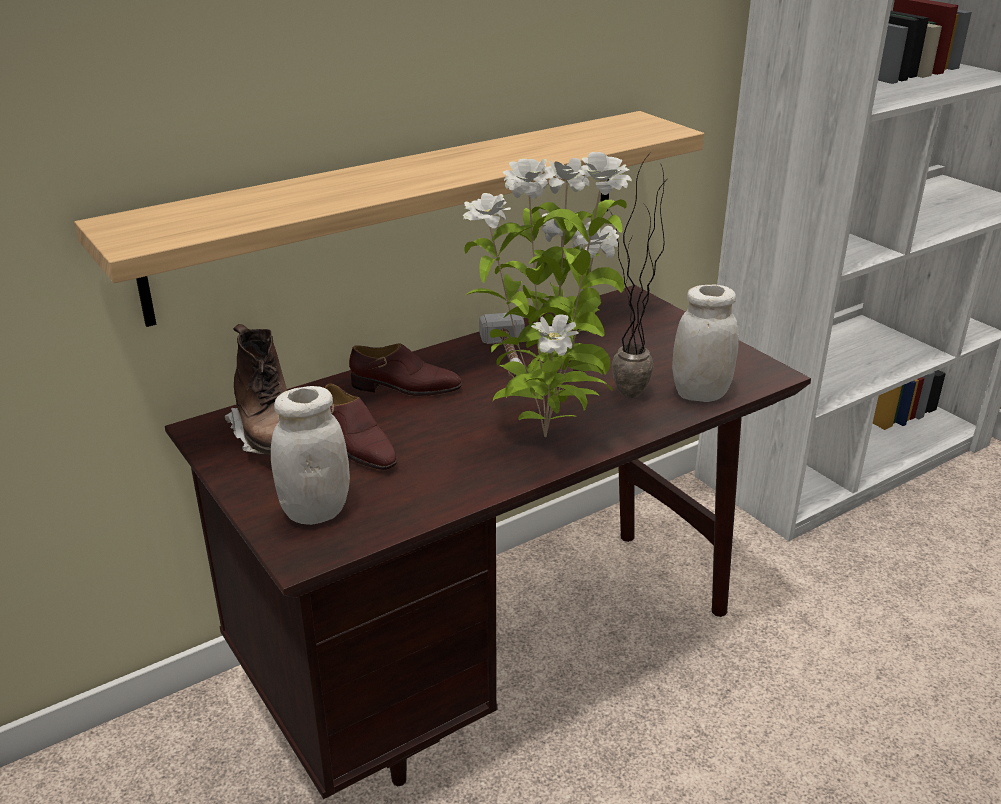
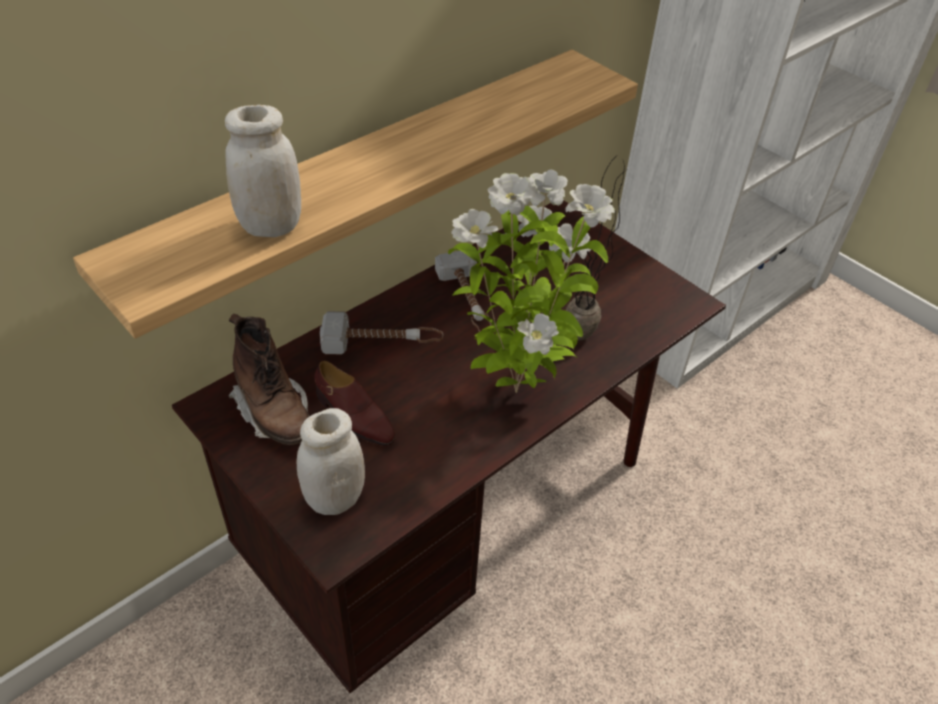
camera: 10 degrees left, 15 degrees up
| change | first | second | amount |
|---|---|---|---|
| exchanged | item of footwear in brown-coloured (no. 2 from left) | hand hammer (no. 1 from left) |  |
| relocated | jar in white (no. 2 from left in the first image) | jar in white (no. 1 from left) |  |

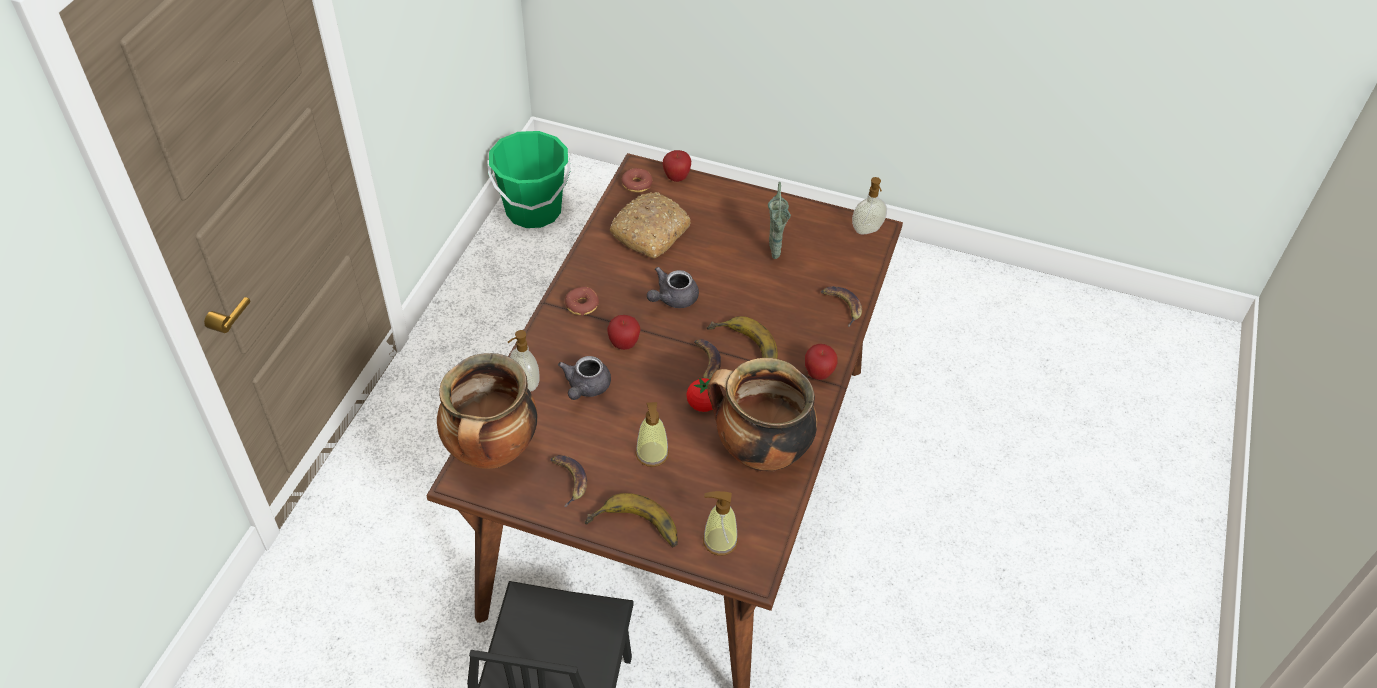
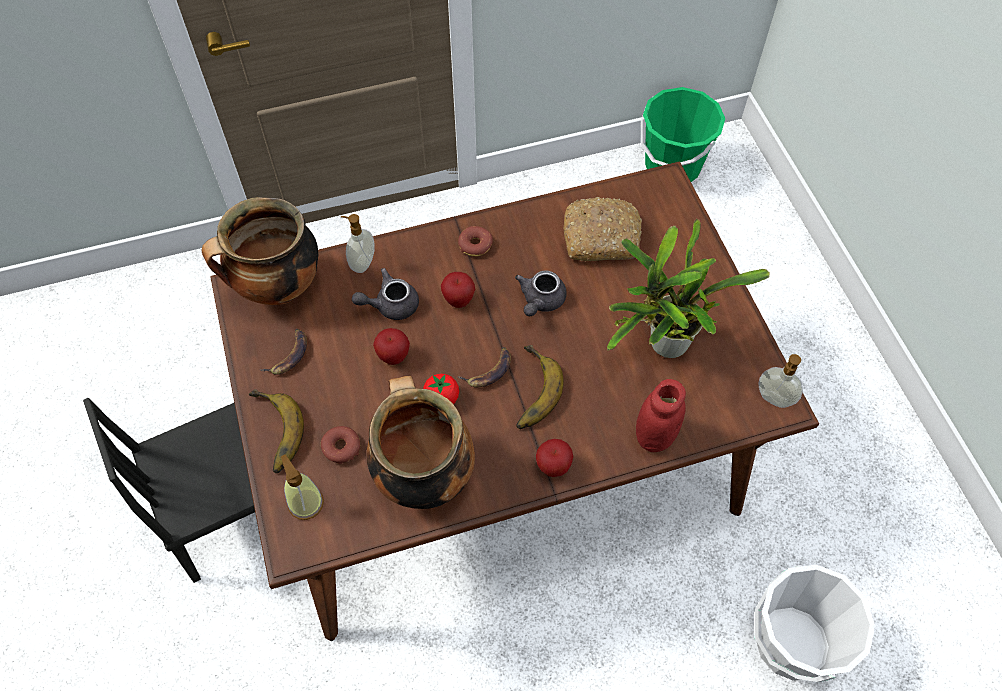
camera: 55 degrees right, 10 degrees up
| change | first | second | amount |
|---|---|---|---|
| relocated | donut (no. 2 from left in the first image) | donut (no. 1 from left) |  |
| missing | soap bottle (no. 2 from left) |  |  |
| spun | tea pot in gray (no. 2 from left) |  | 75 degrees counterclockwise |
| relocated | apple (no. 2 from left in the first image) | apple (no. 1 from left) |  |
| exchanged | flower vase in green | plant in a pot |  |
| exchanged | banana (no. 5 from left) | jar in red |  |
| appeared |  | pail in white |  |

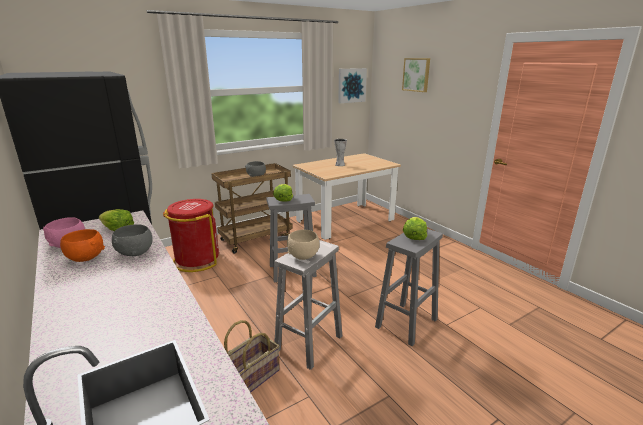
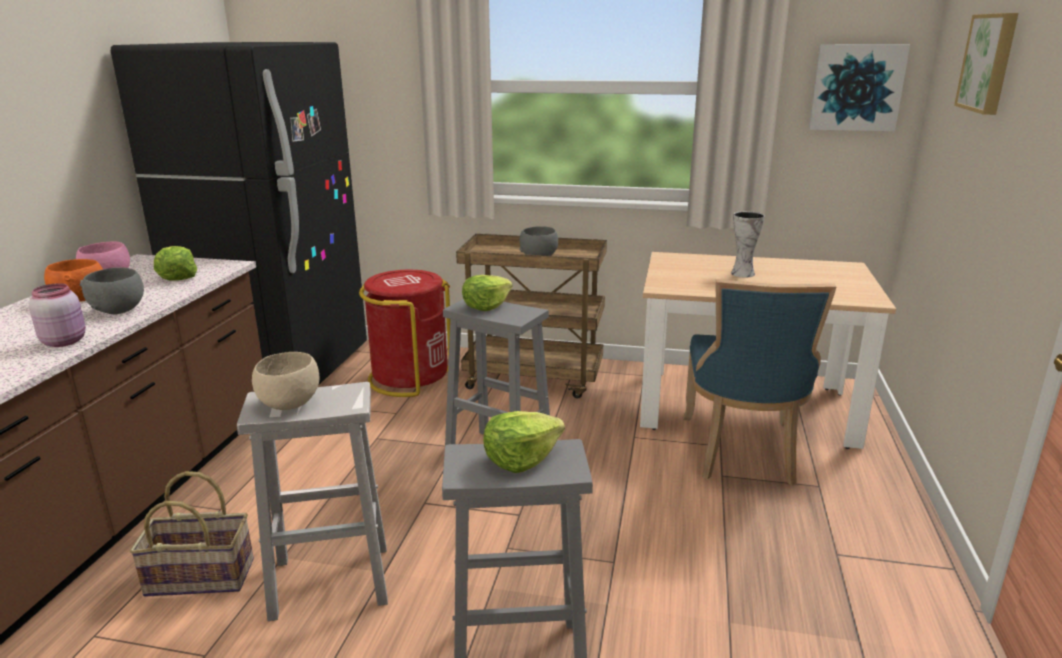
camera: 45 degrees right, 0 degrees up
| change | first | second | amount |
|---|---|---|---|
| appeared |  | jar in pinkish |  |
| appeared |  | plain chair in blue |  |

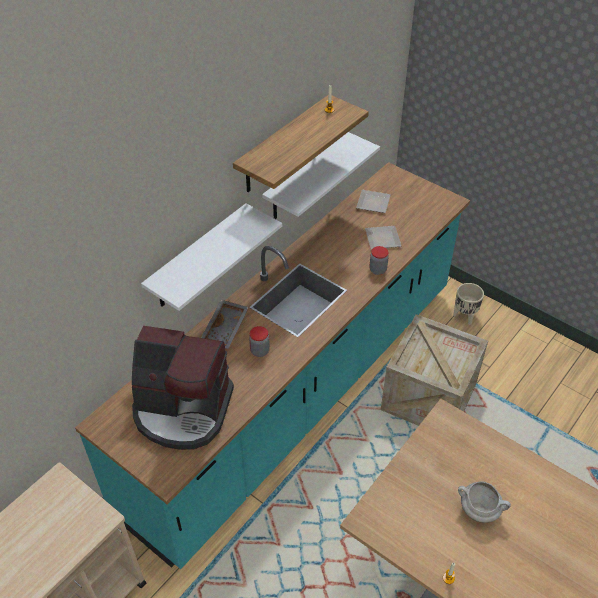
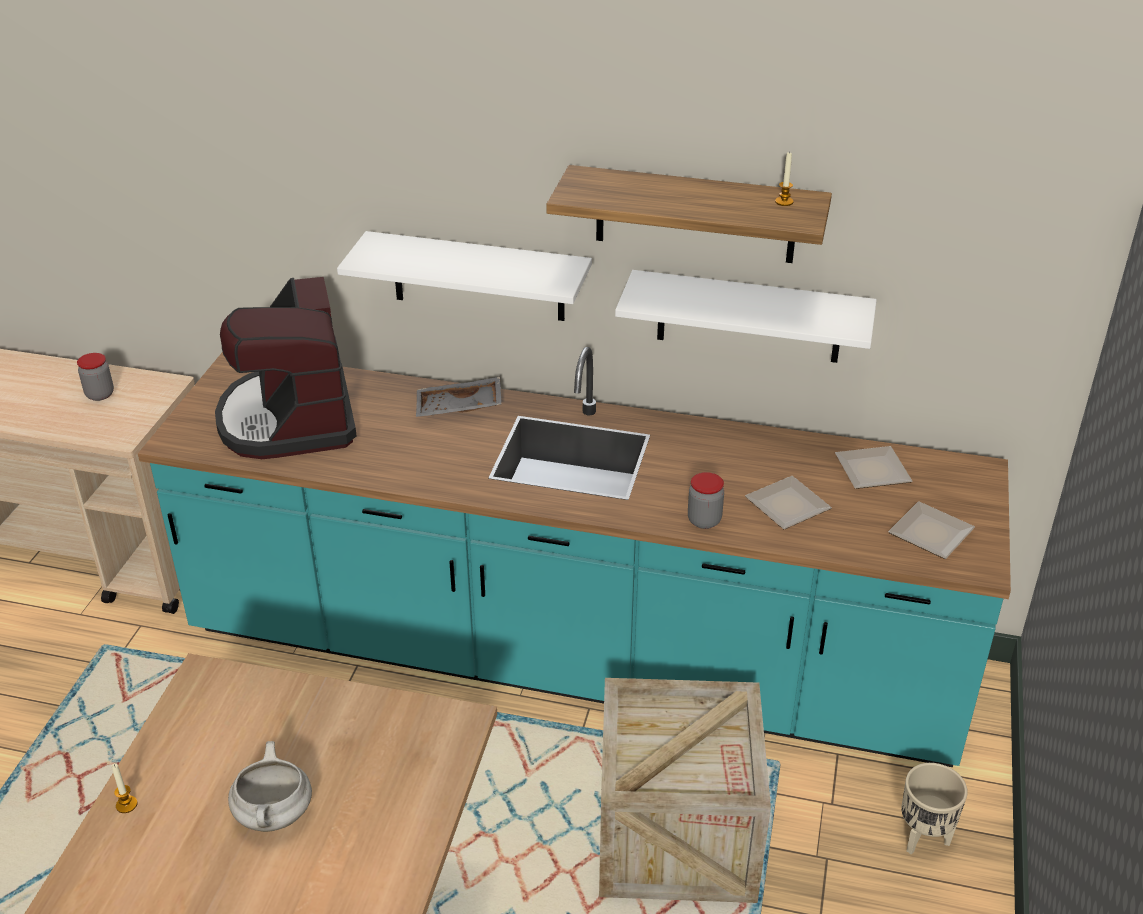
camera: 65 degrees right, 10 degrees down
| change | first | second | amount |
|---|---|---|---|
| relocated | jar (no. 1 from left) |  |  |
| appeared |  | flat dish (no. 3 from left) |  |

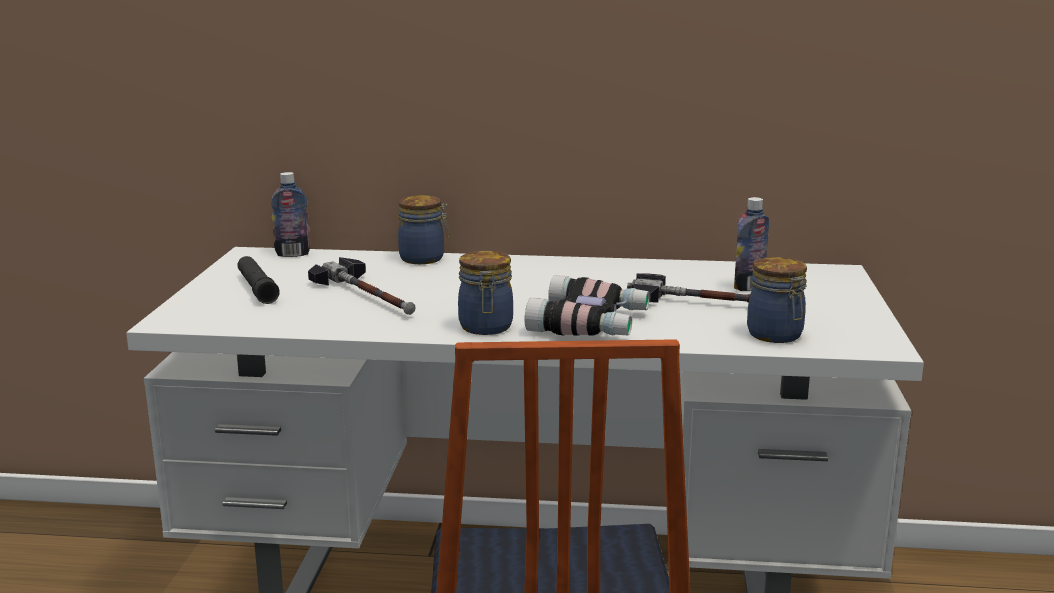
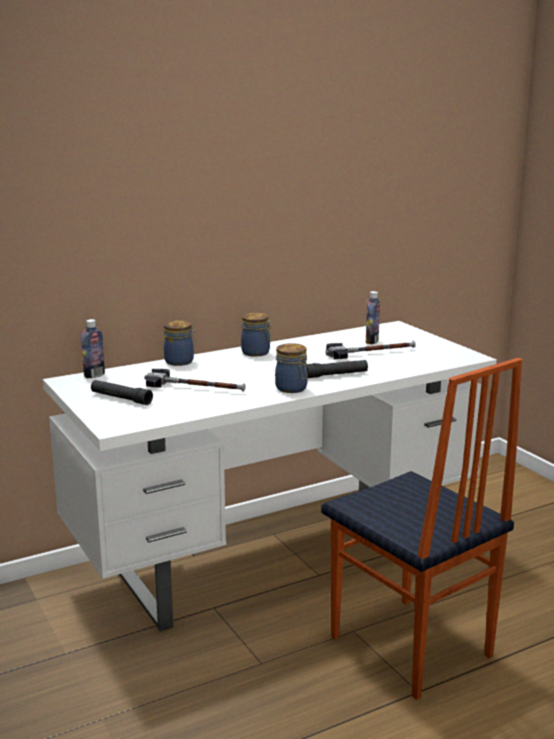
camera: 35 degrees left, 0 degrees up
| change | first | second | amount |
|---|---|---|---|
| exchanged | pair of binoculars | hand torch in black-coloured (no. 2 from left) |  |
| relocated | jar (no. 3 from left in the first image) | jar (no. 2 from left) |  |

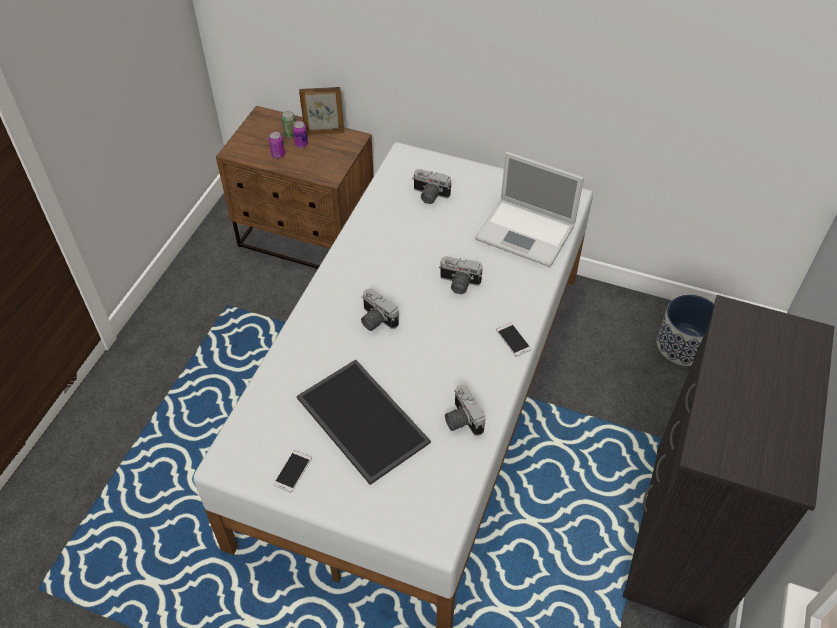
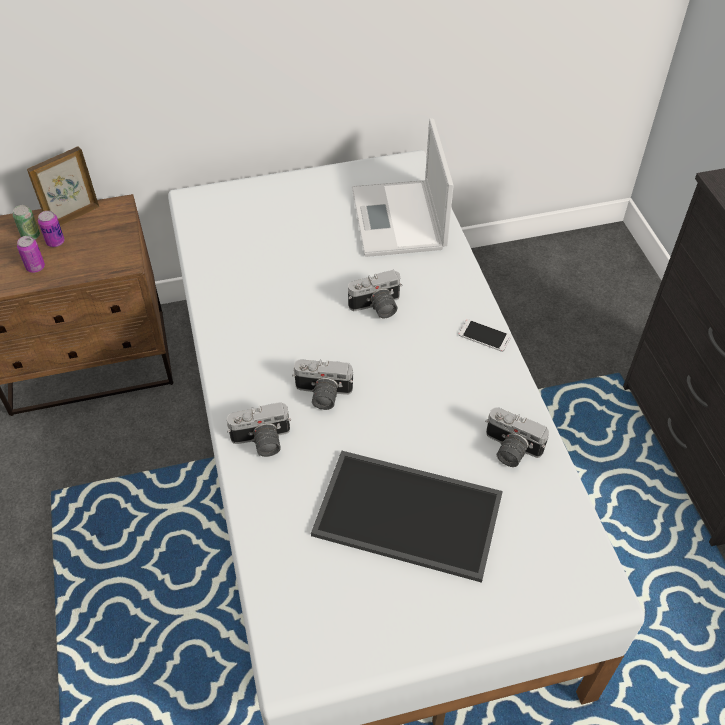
camera: 35 degrees left, 0 degrees up
| change | first | second | amount |
|---|---|---|---|
| missing | handset (no. 1 from left) |  |  |
| relocated | photo camera (no. 2 from left in the first image) | photo camera (no. 1 from left) |  |
| spun | laptop |  | 90 degrees clockwise |
| missing | planter |  |  |

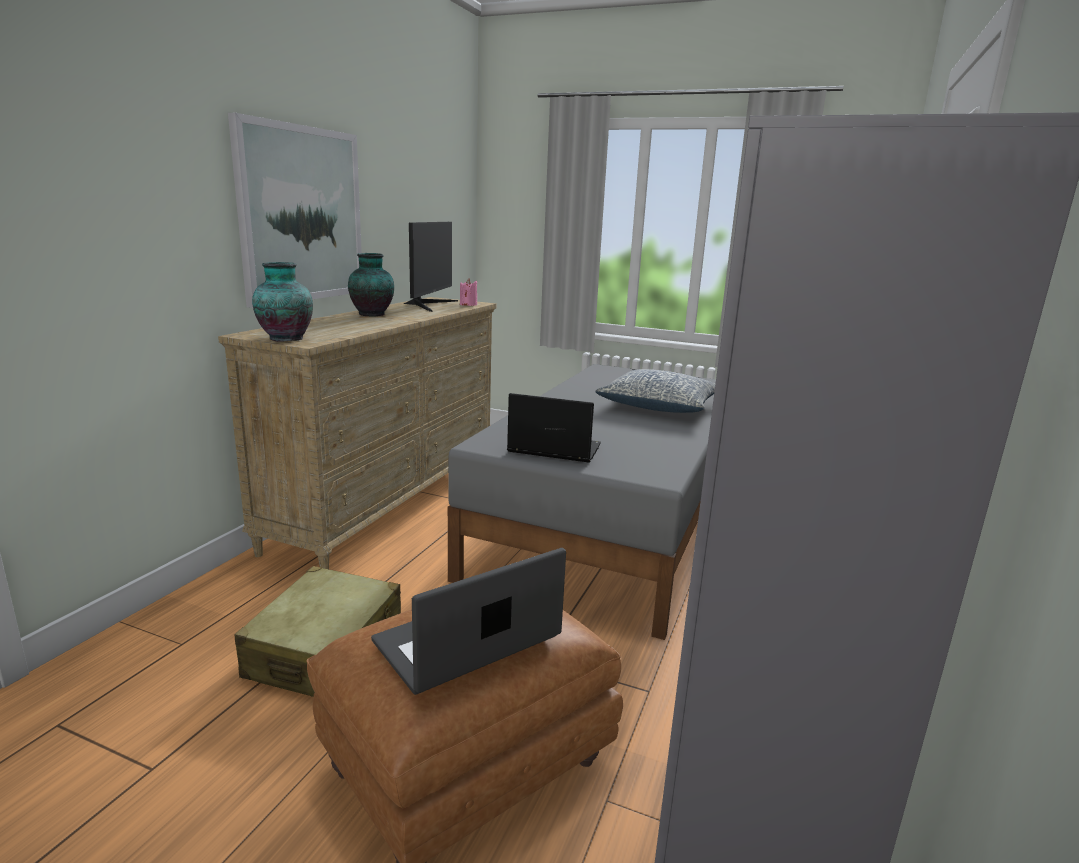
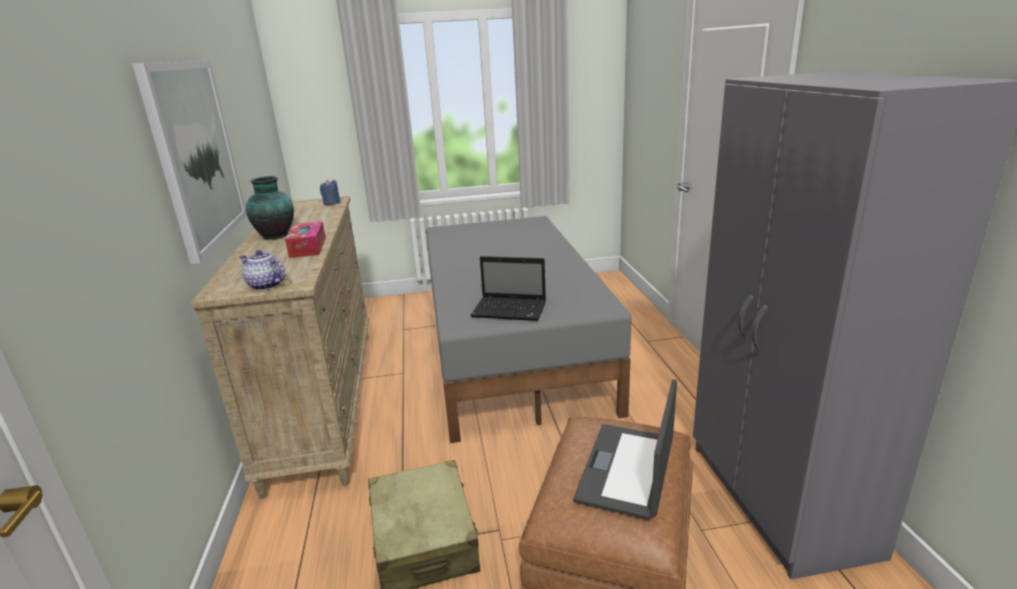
camera: 30 degrees left, 5 degrees up
| change | first | second | amount |
|---|---|---|---|
| exchanged | flower vase (no. 1 from left) | tea pot |  |
| missing | monitor |  |  |
| colour | wax candle in pinkish | wax candle in blue |  |
| spun | laptop (no. 2 from left in the first image) | laptop (no. 1 from left) | 150 degrees counterclockwise |
| missing | cushion |  |  |
| appeared |  | box of tissues |  |

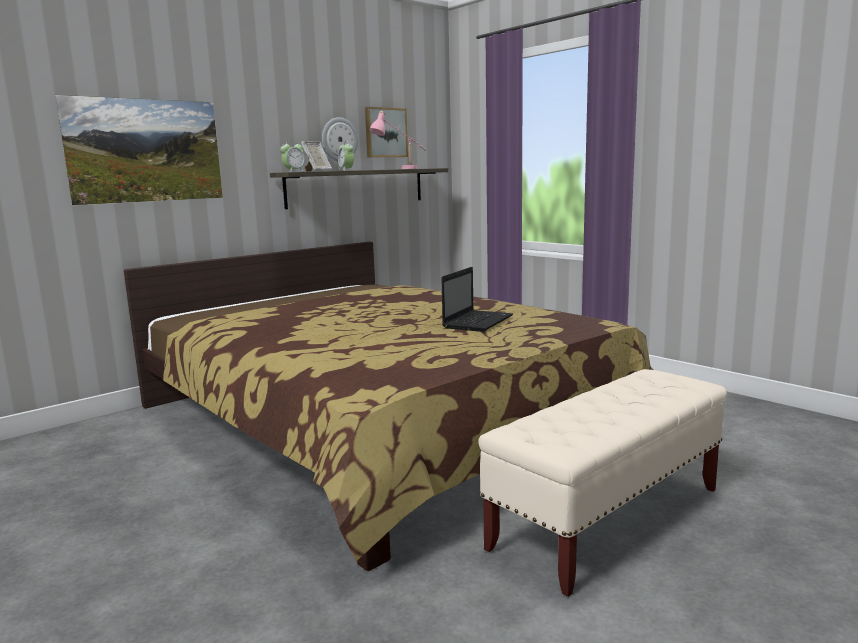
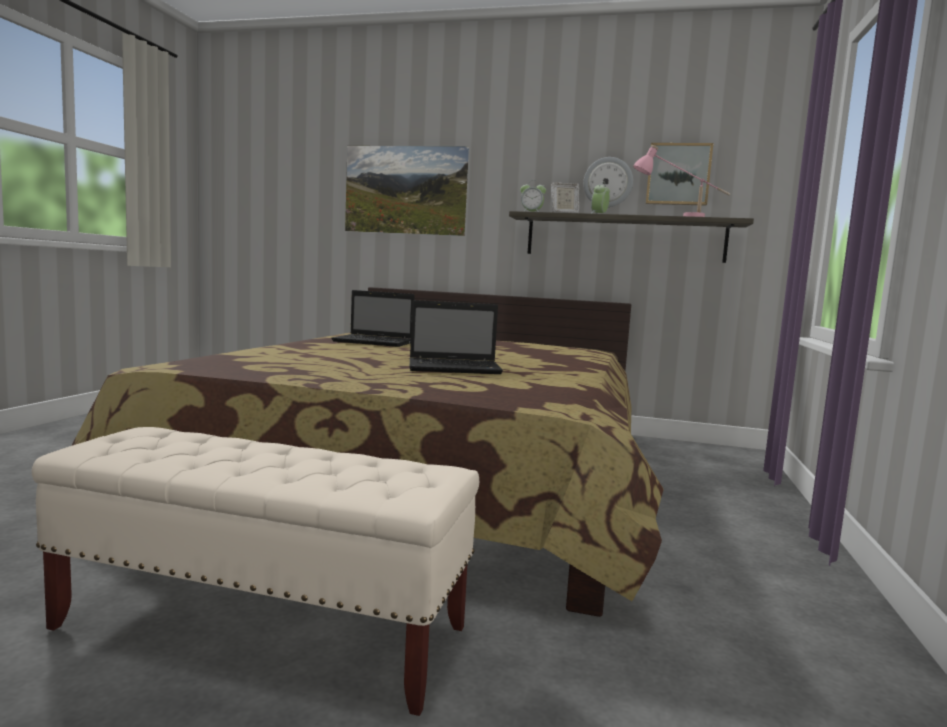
camera: 55 degrees right, 5 degrees down
| change | first | second | amount |
|---|---|---|---|
| appeared |  | laptop (no. 1 from left) |  |

